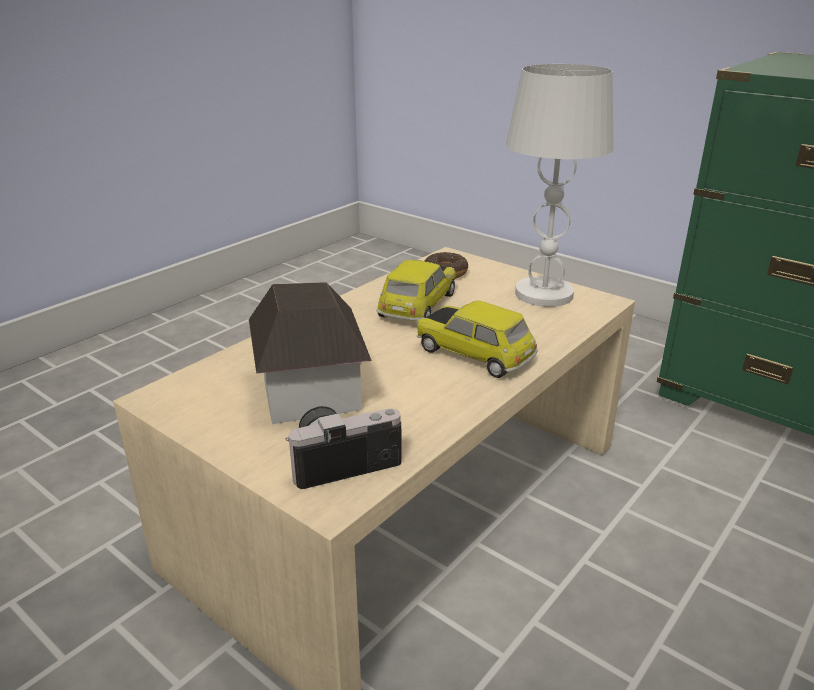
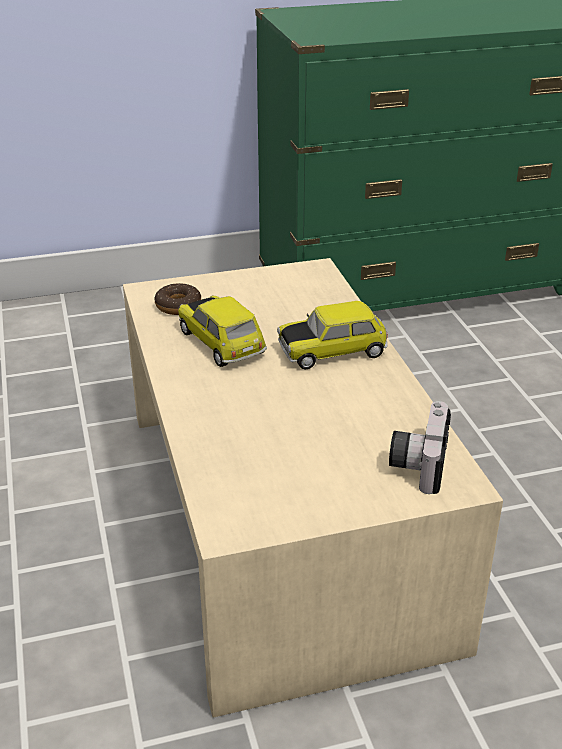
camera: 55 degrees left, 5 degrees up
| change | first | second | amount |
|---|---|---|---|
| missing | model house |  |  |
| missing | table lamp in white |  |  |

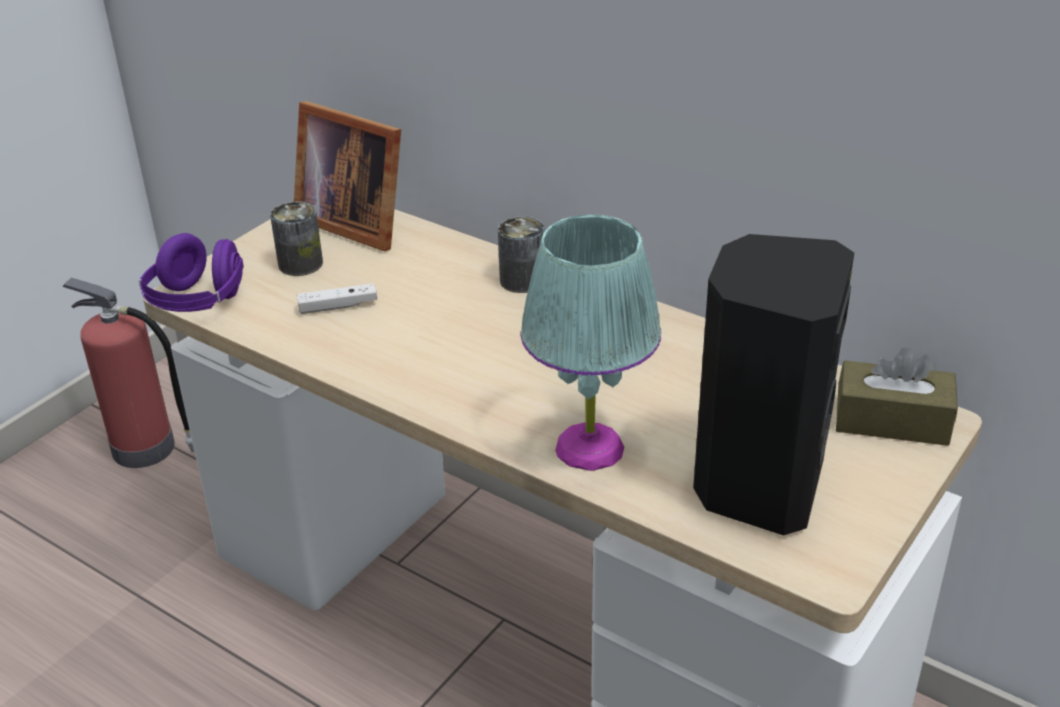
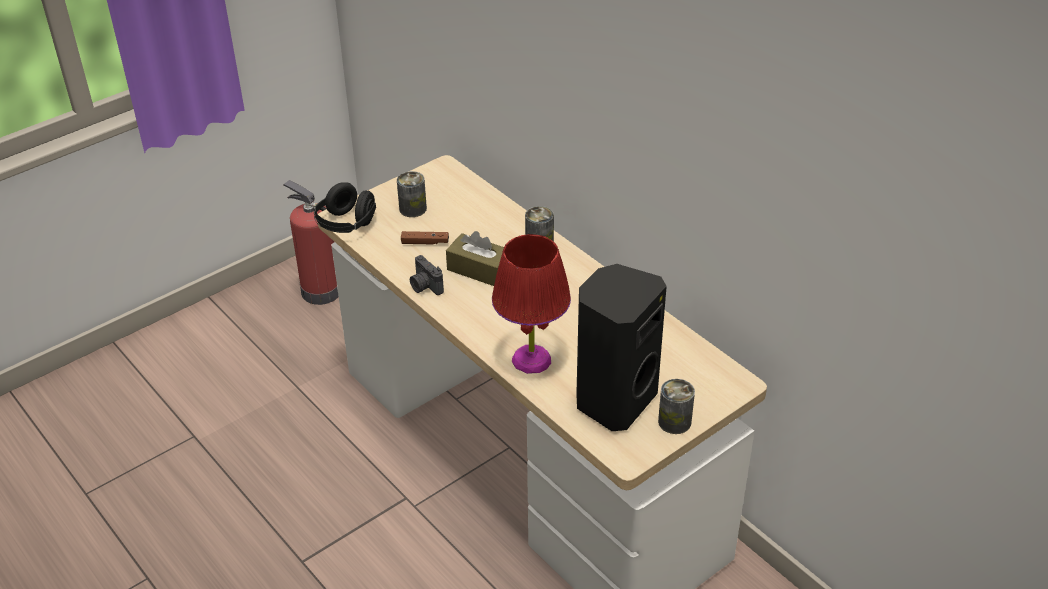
camera: 15 degrees right, 5 degrees up
| change | first | second | amount |
|---|---|---|---|
| colour | headset in purplish | headset in black-coloured |  |
| missing | picture frame |  |  |
| colour | game controller in white | game controller in brown-coloured |  |
| colour | table lamp in turquoise-coloured | table lamp in red |  |
| relocated | box of tissues in brown-coloured |  |  |
| appeared |  | photo camera |  |
| appeared |  | metal can (no. 3 from left) |  |

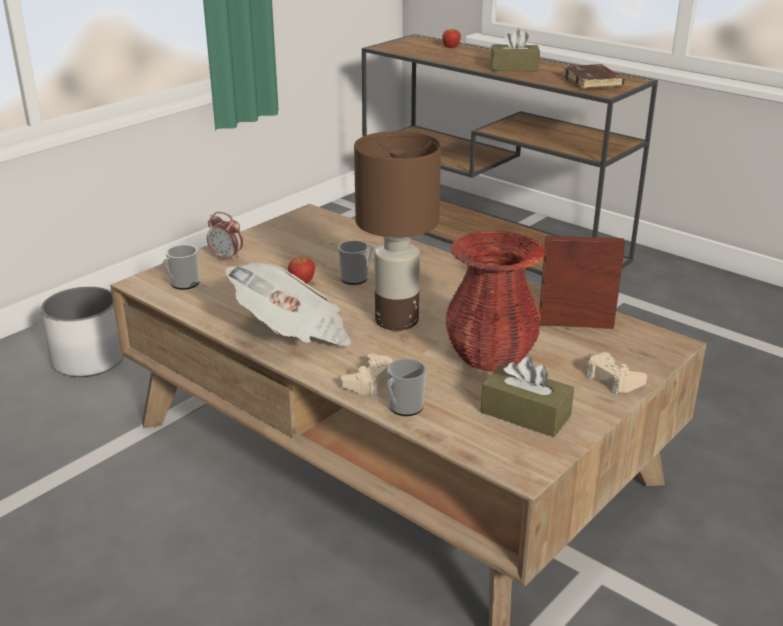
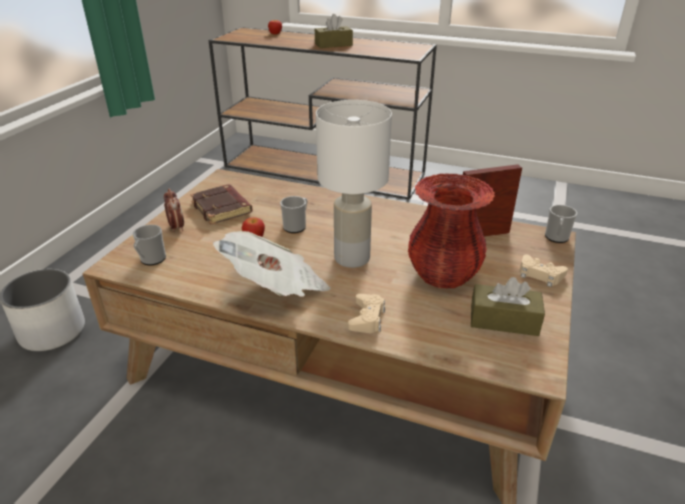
camera: 20 degrees left, 5 degrees up
| change | first | second | amount |
|---|---|---|---|
| spun | alarm clock |  | 120 degrees counterclockwise |
| colour | table lamp in brown-coloured | table lamp in white |  |
| relocated | coffee mug (no. 3 from left) |  |  |
| relocated | volume in brown-coloured |  |  |

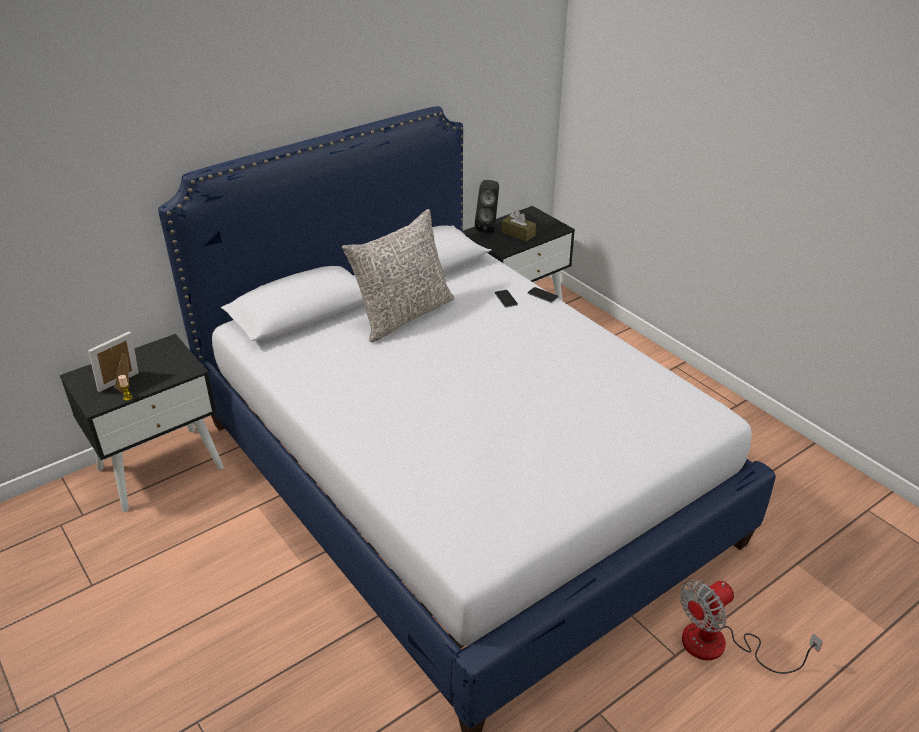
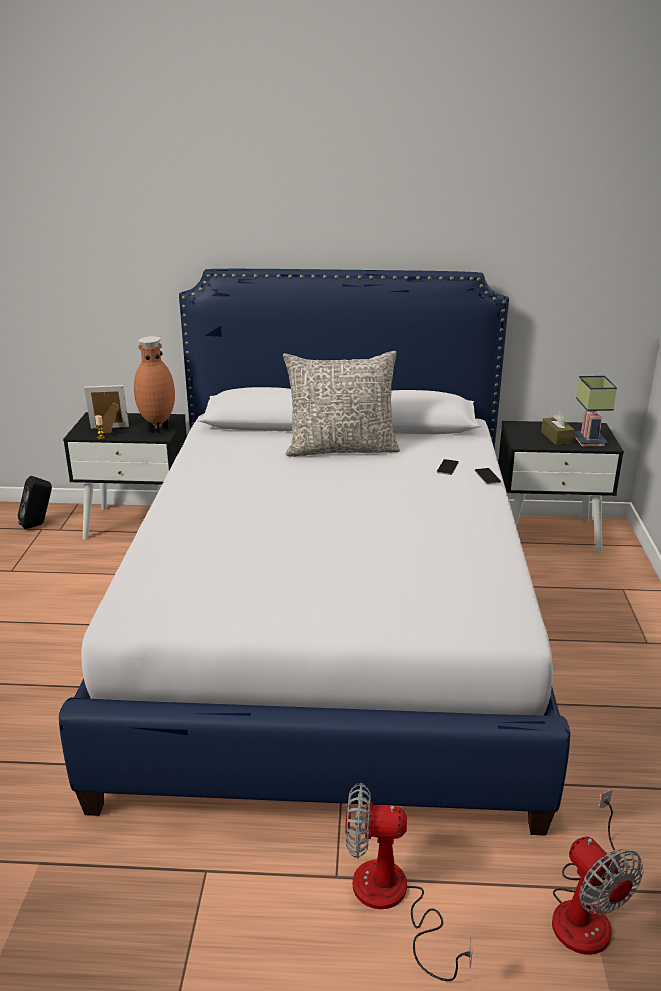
camera: 40 degrees right, 10 degrees down
| change | first | second | amount |
|---|---|---|---|
| relocated | audio speaker in black-coloured |  |  |
| appeared |  | flower vase in brown-coloured |  |
| appeared |  | cooling fan (no. 2 from left) |  |
| appeared |  | table lamp |  |

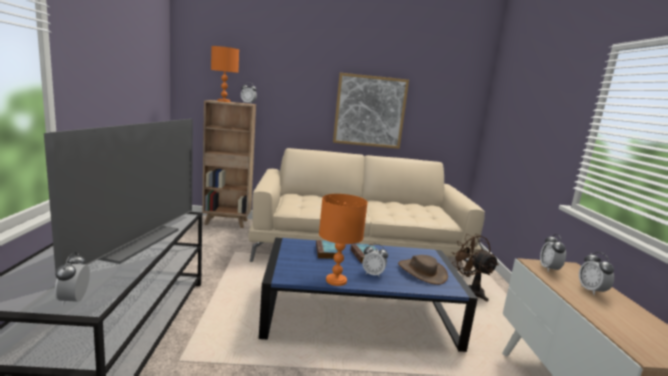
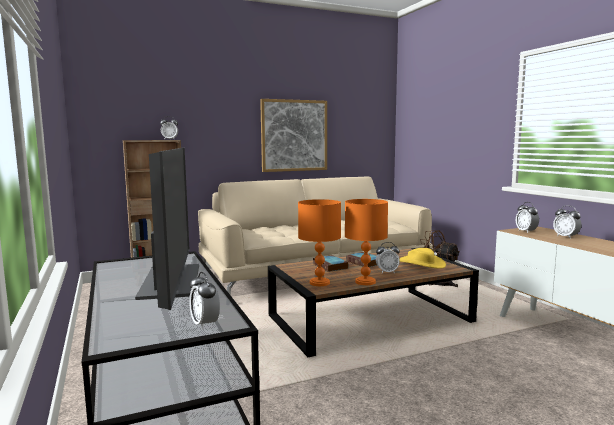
camera: 20 degrees left, 5 degrees down
| change | first | second | amount |
|---|---|---|---|
| relocated | table lamp in orange (no. 1 from left) |  |  |
| colour | low table in blue | low table in brown-coloured |  |
| colour | hat in brown-coloured | hat in yellow-coloured |  |

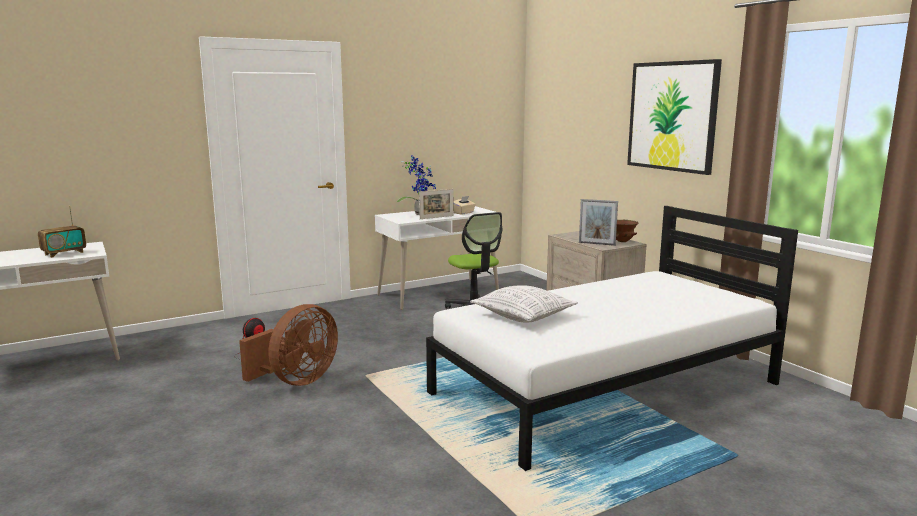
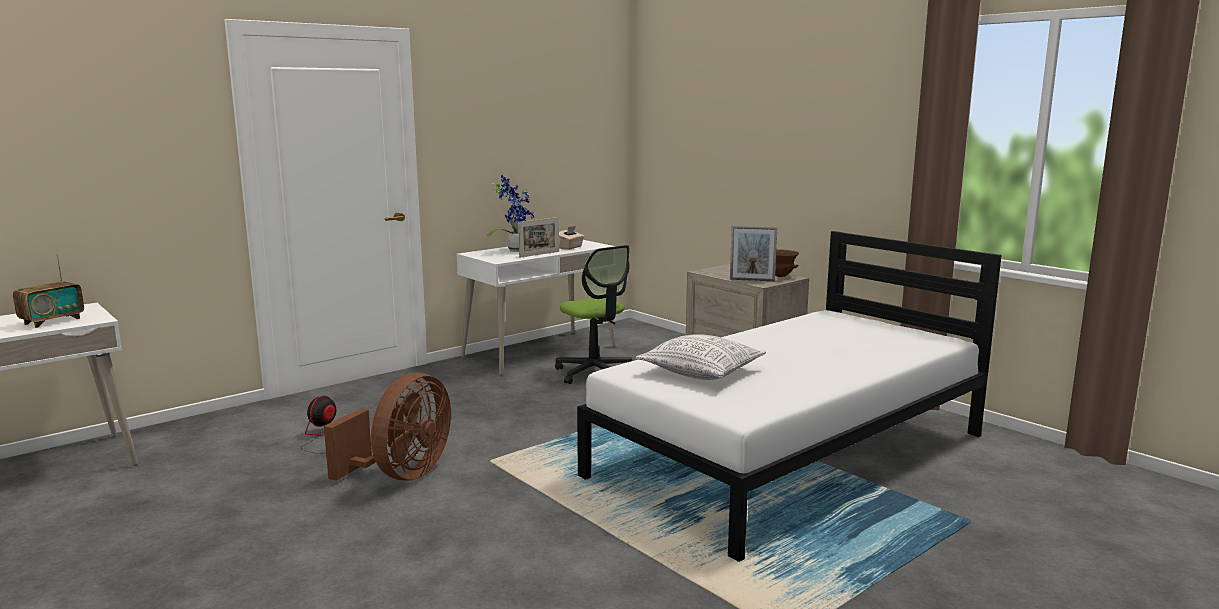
camera: 10 degrees left, 0 degrees up
| change | first | second | amount |
|---|---|---|---|
| missing | picture |  |  |

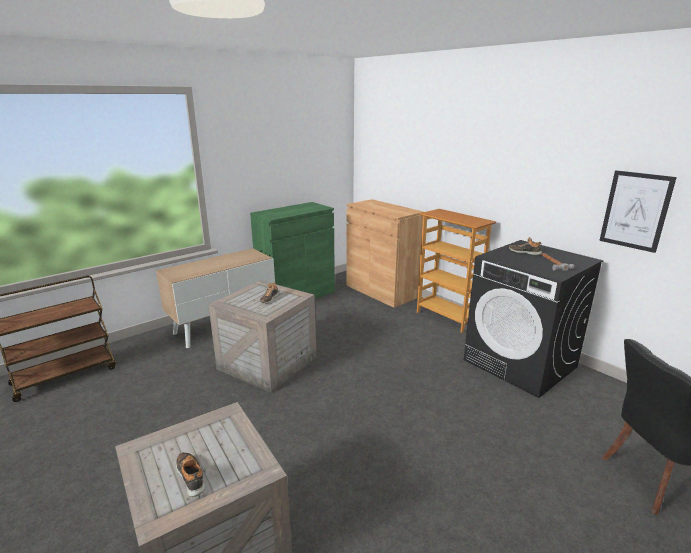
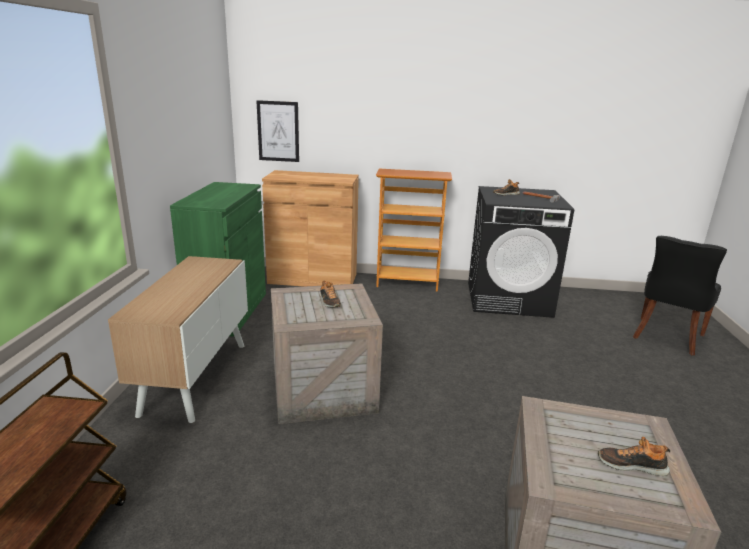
camera: 45 degrees left, 0 degrees up
| change | first | second | amount |
|---|---|---|---|
| relocated | picture |  |  |

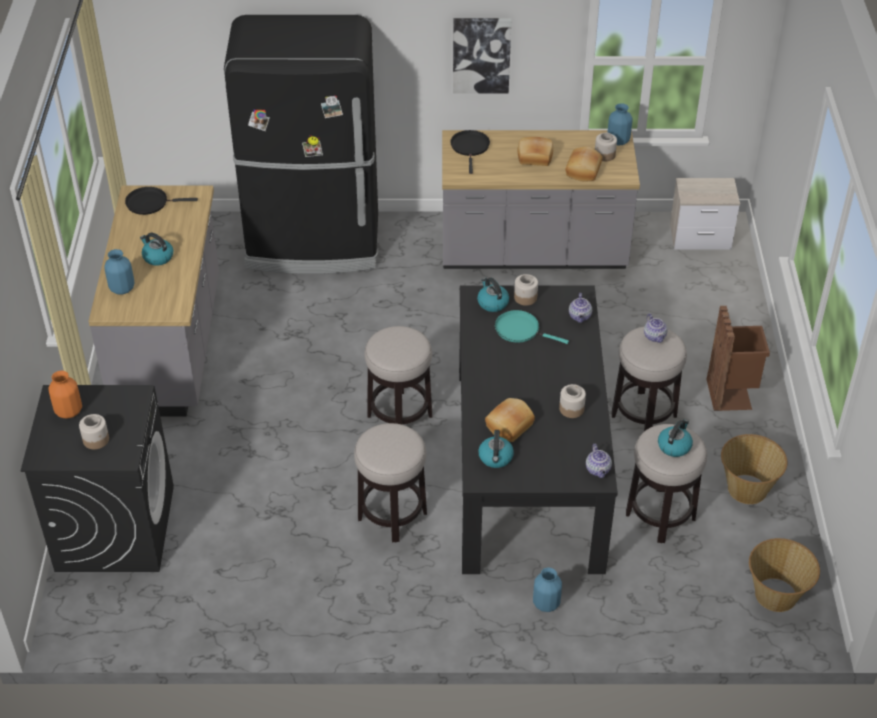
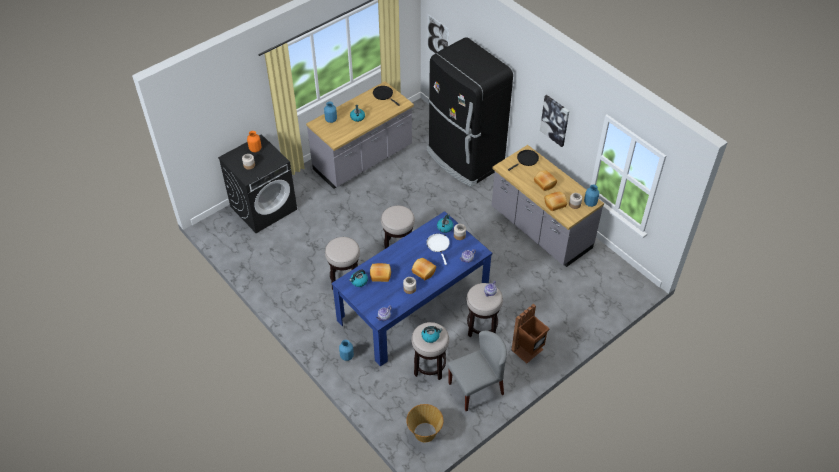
camera: 50 degrees right, 5 degrees up
| change | first | second | amount |
|---|---|---|---|
| colour | dinner table in black-coloured | dinner table in blue |  |
| colour | pan in turquoise-coloured | pan in white |  |
| missing | night table |  |  |
| exchanged | household basket (no. 1 from left) | plain chair in gray |  |
| appeared |  | baked bread (no. 2 from left) |  |
| appeared |  | picture (no. 1 from left) |  |

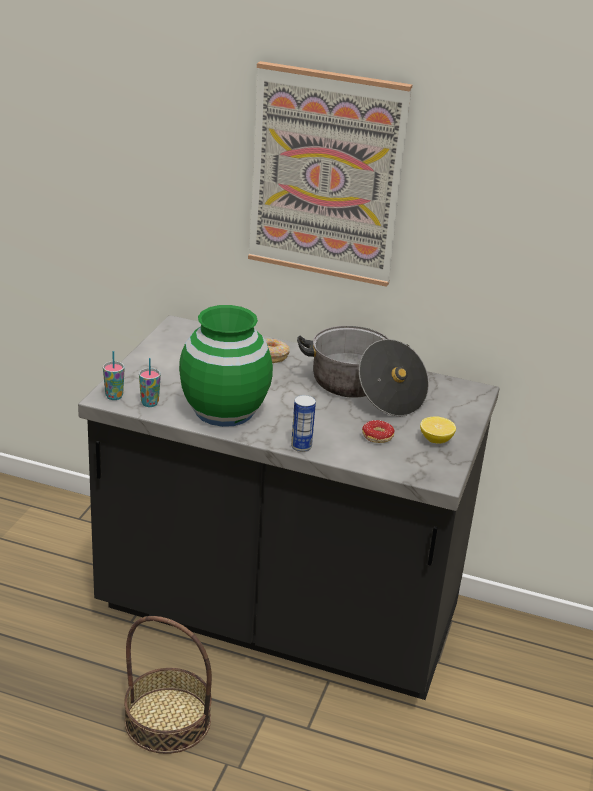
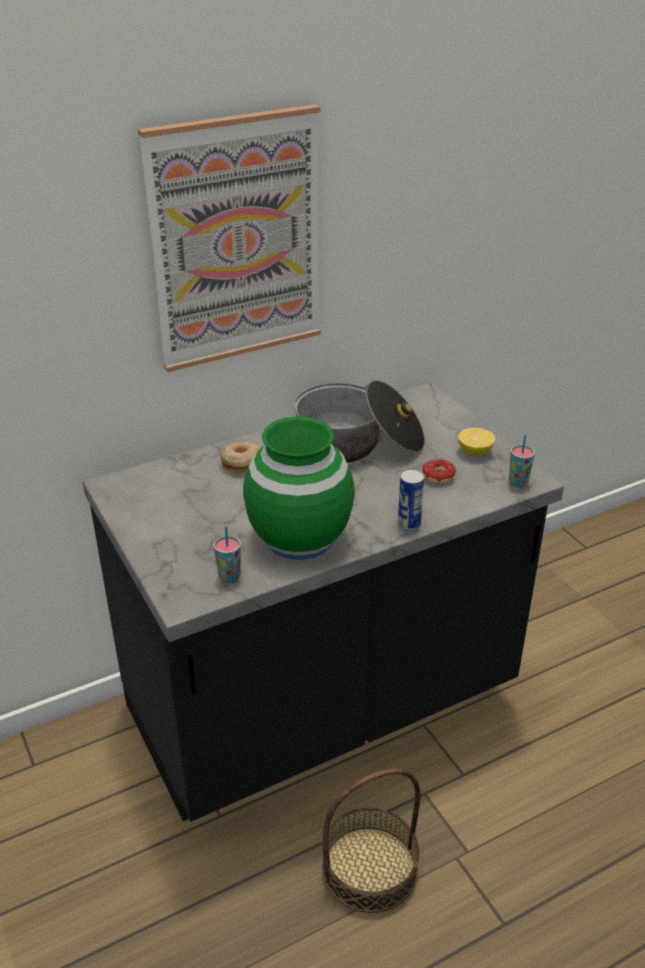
camera: 45 degrees left, 5 degrees up
| change | first | second | amount |
|---|---|---|---|
| relocated | drinking cup (no. 1 from left in the first image) | drinking cup (no. 2 from left) |  |

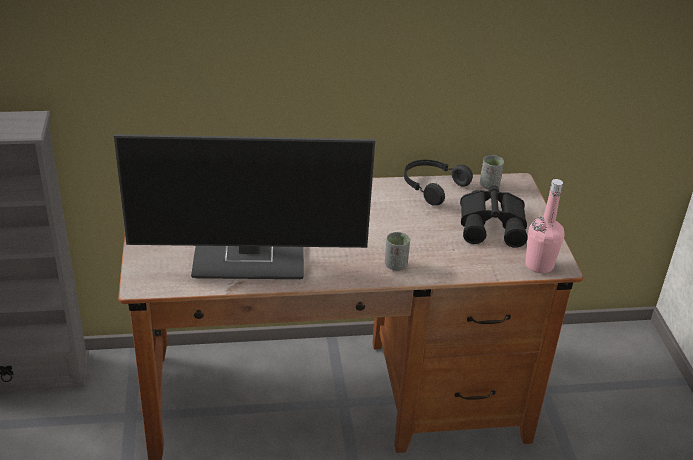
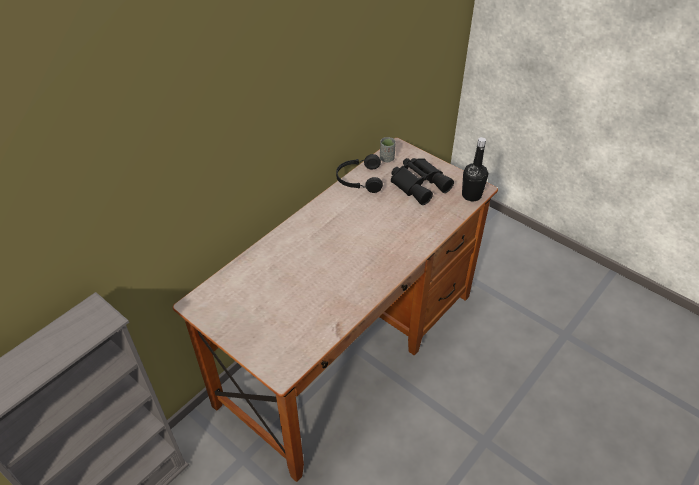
camera: 40 degrees left, 10 degrees up
| change | first | second | amount |
|---|---|---|---|
| missing | monitor |  |  |
| missing | drinking cup in gray (no. 1 from left) |  |  |
| colour | drink bottle in pinkish | drink bottle in black-coloured |  |

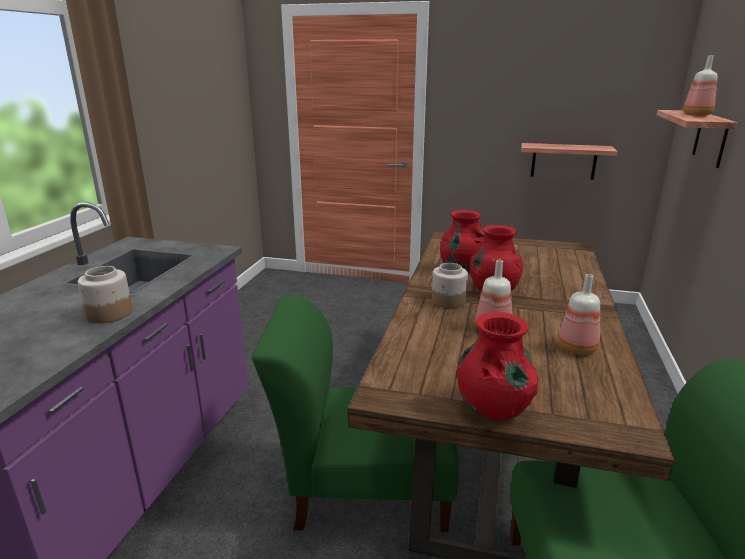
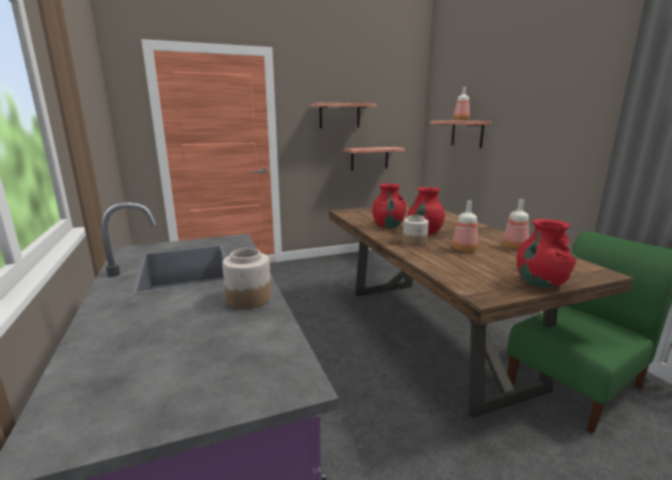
camera: 35 degrees left, 5 degrees down
| change | first | second | amount |
|---|---|---|---|
| missing | plain chair in green (no. 1 from left) |  |  |
| appeared |  | shelf (no. 1 from left) |  |

